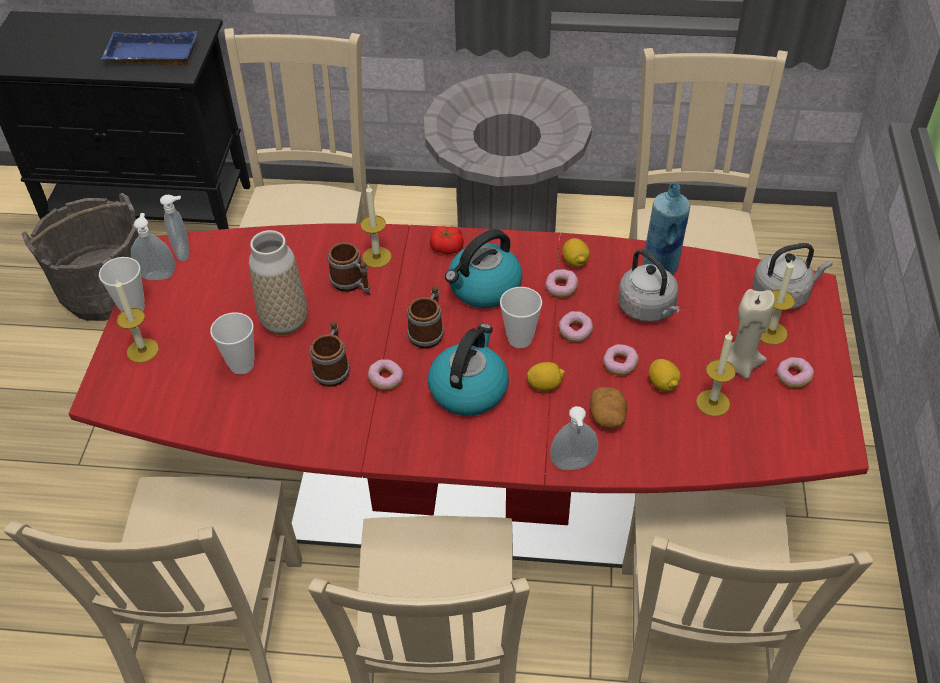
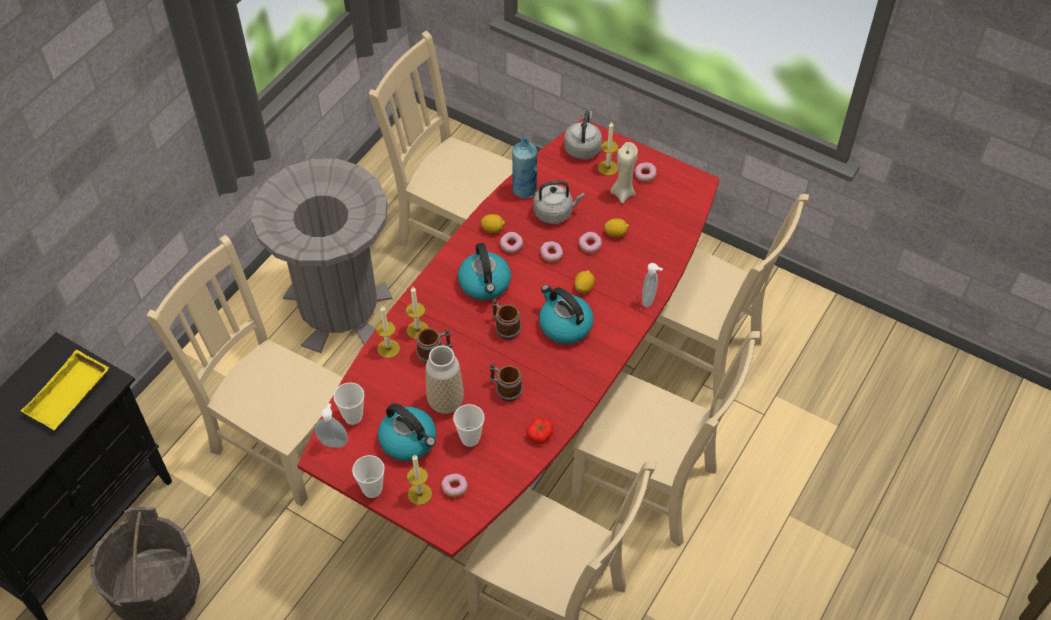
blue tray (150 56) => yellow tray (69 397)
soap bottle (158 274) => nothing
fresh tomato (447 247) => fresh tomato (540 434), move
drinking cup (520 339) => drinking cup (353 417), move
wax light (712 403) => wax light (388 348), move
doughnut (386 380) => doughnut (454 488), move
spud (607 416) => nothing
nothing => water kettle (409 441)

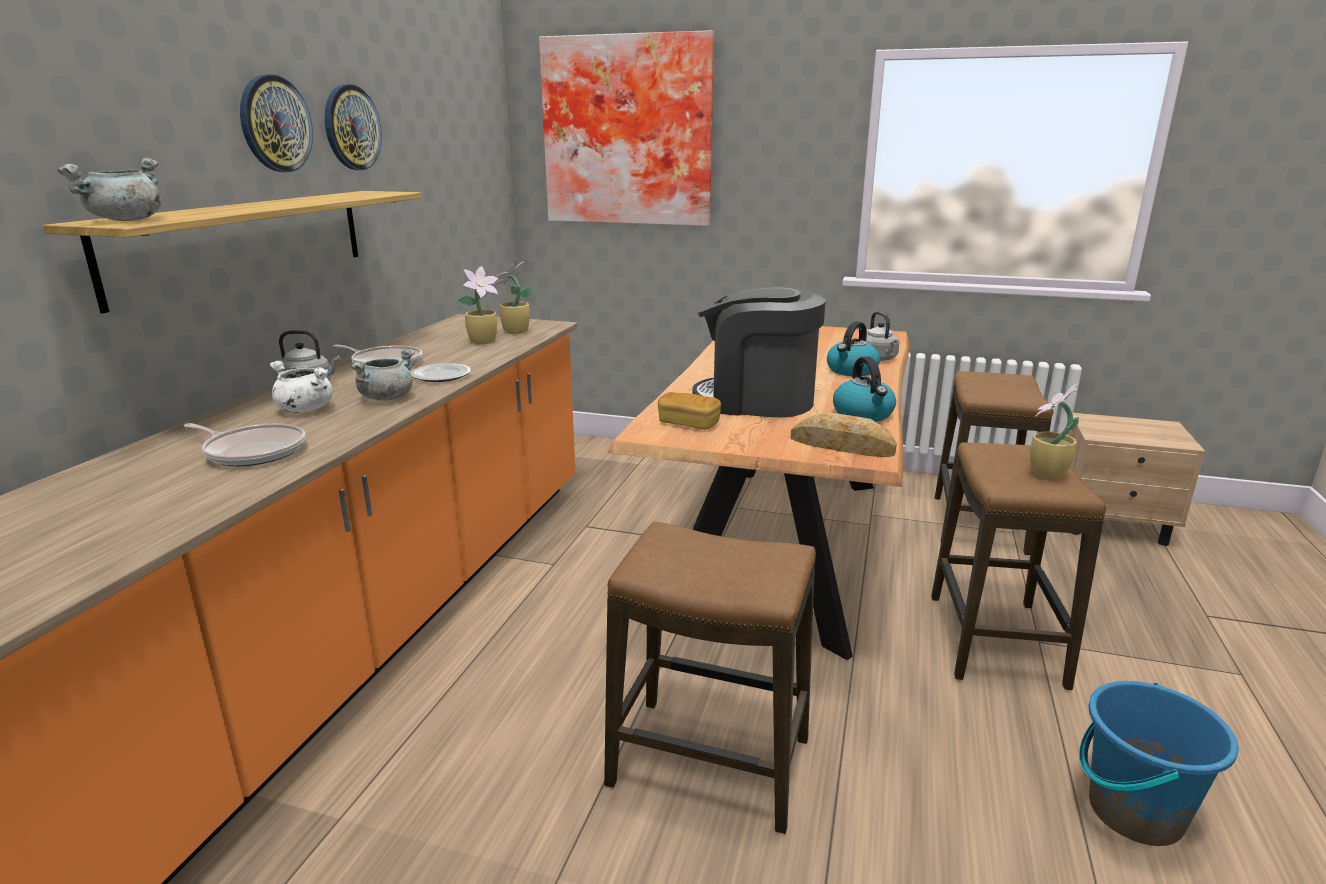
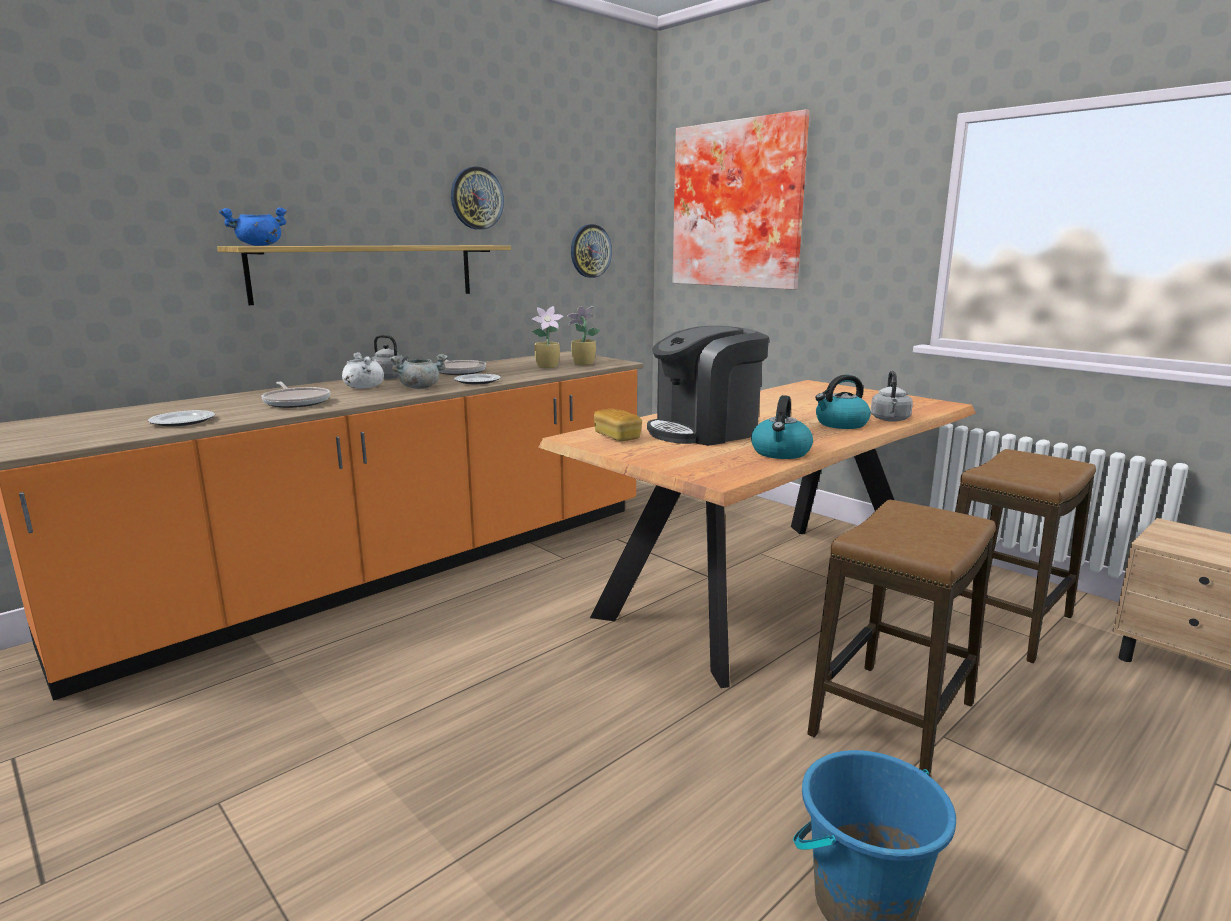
hanging clock (275 124) => hanging clock (590 251), move
greyish stockpot (126 220) => blue stockpot (259 245)
coffee maker (757 401) => coffee maker (705 431), 75 degrees counterclockwise
plant in a pot (1046 474) => nothing
baked bread (842 445) => nothing
stool (709 763) => nothing
nothing => plate (182 421)

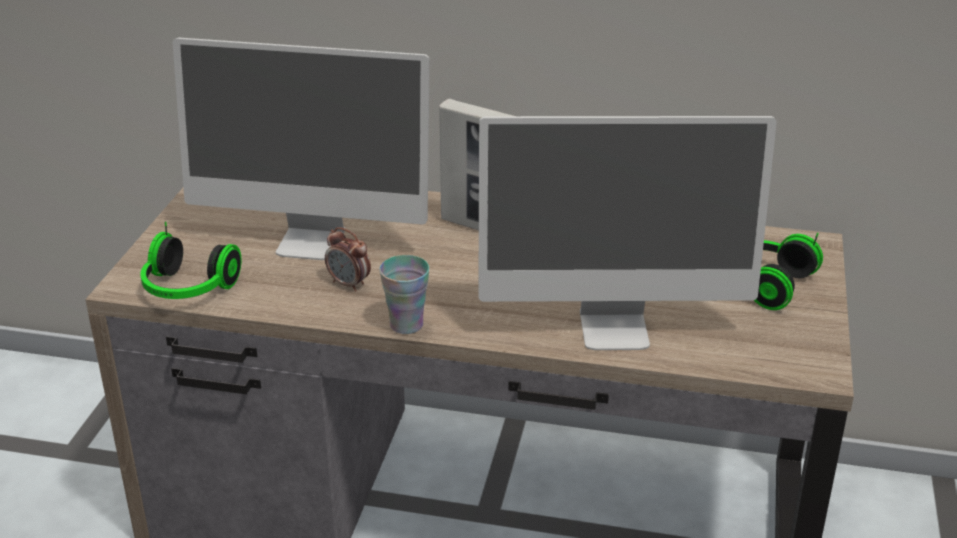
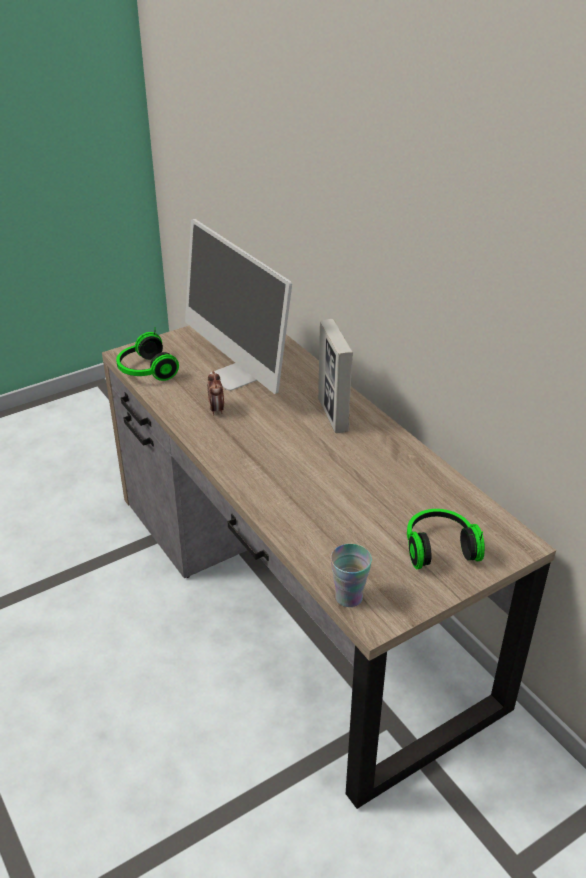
computer display (614 328) => nothing
drinking cup (406 325) => drinking cup (349 597), move

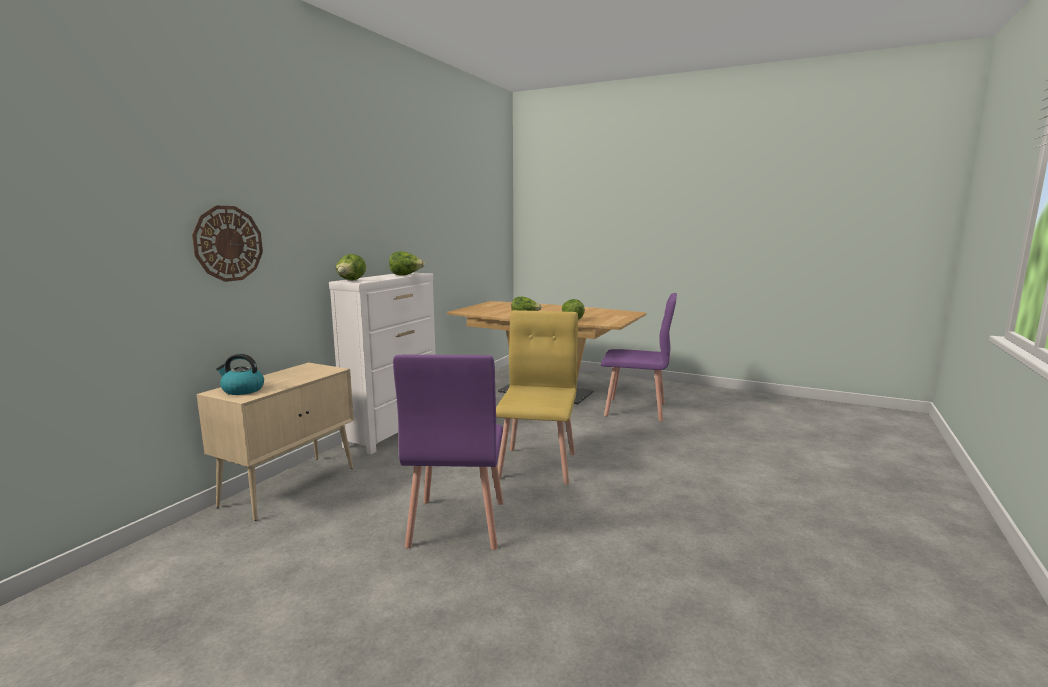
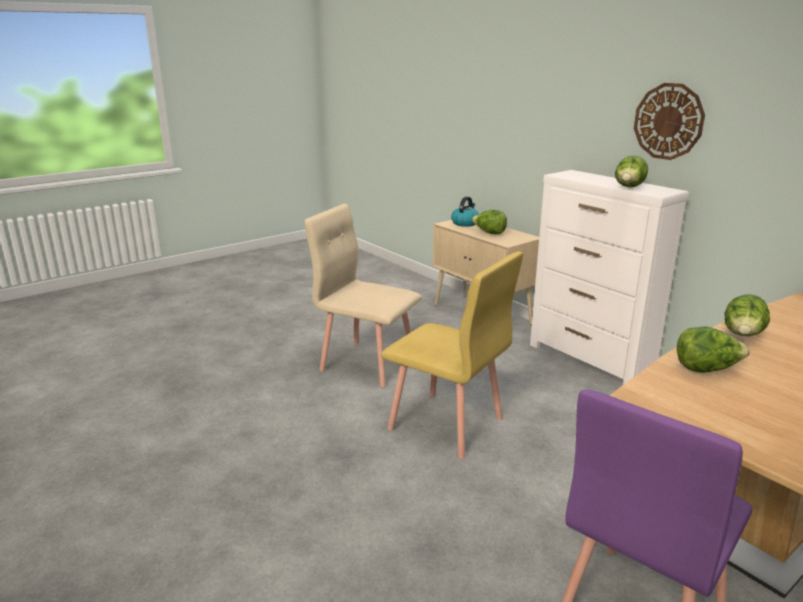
hanging clock (228 243) => hanging clock (668 121), move
lettuce (351 280) => lettuce (489 233), move
purple chair (456 524) => beige chair (367 362)

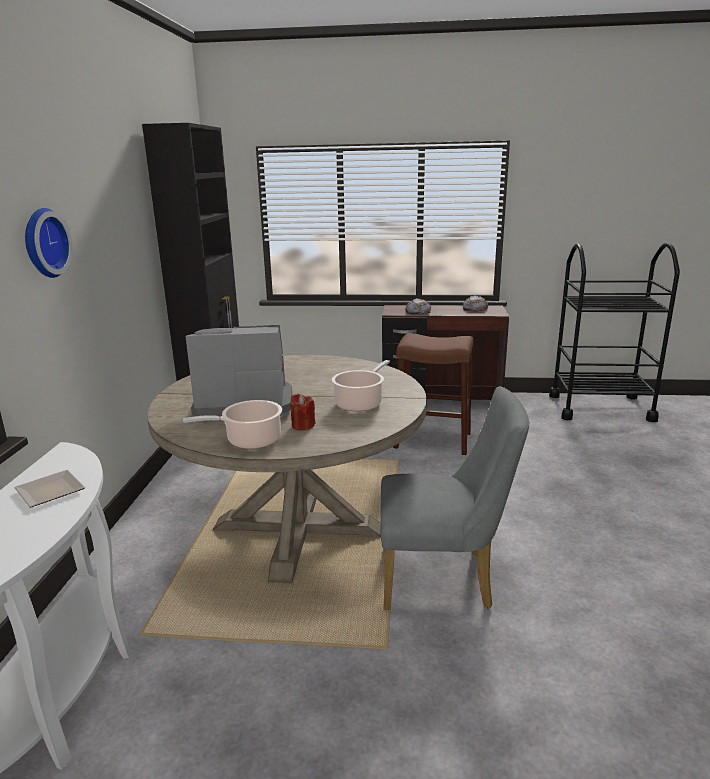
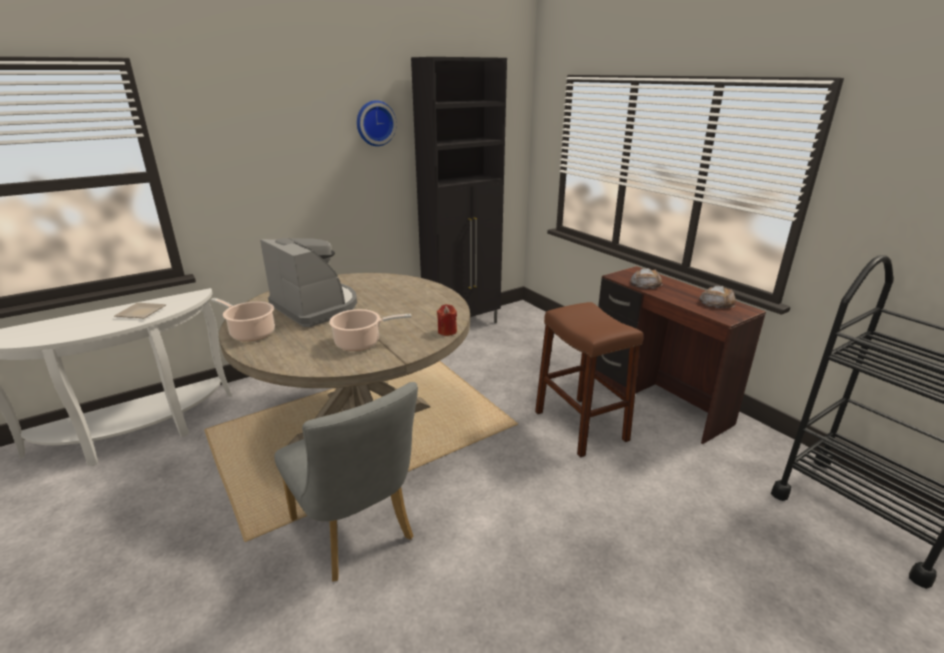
hanging clock (43 243) => hanging clock (375 123), move
red wax light (303 425) => red wax light (447 331), move

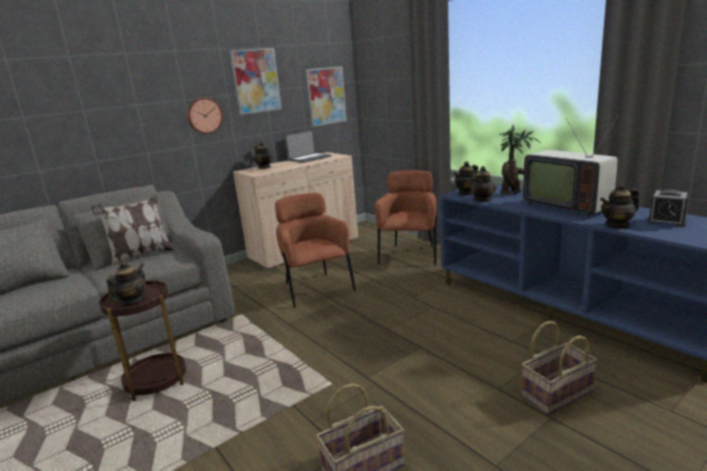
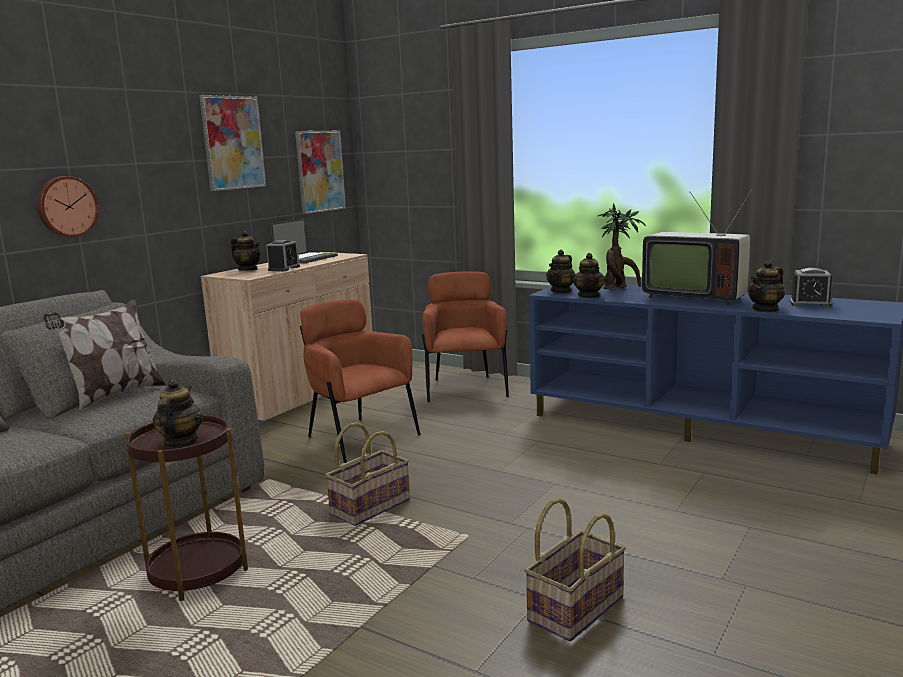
hanging clock (204 115) => hanging clock (66 206), move
household basket (556 393) => household basket (370 507), move
nothing => table clock (284 268)

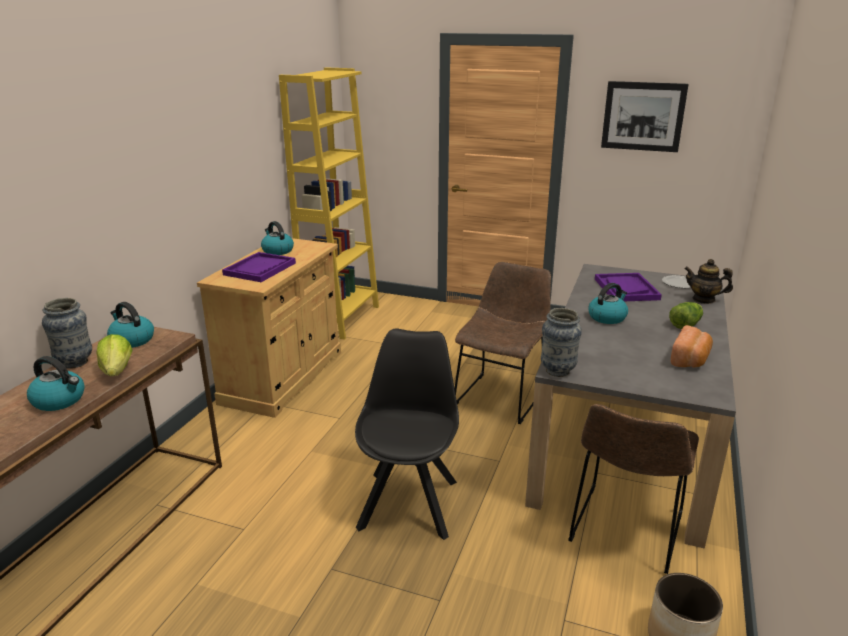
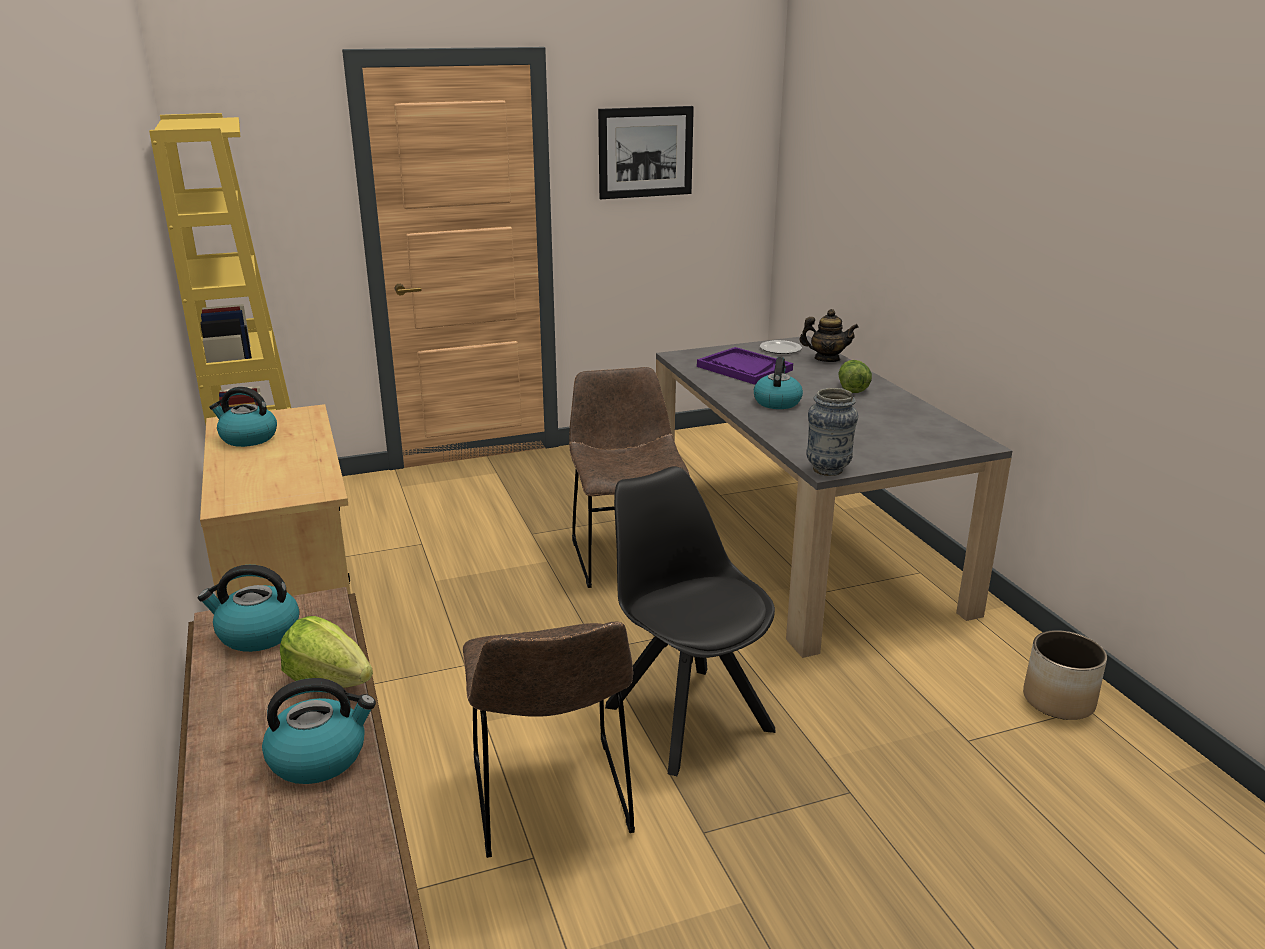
purple tray (260 269) => nothing
pot for tea (704 299) => pot for tea (826 359), 150 degrees counterclockwise
decorative vase (75 363) => nothing
baked bread (690 360) => nothing
brown-coloured chair (625 532) => brown-coloured chair (552 803), move

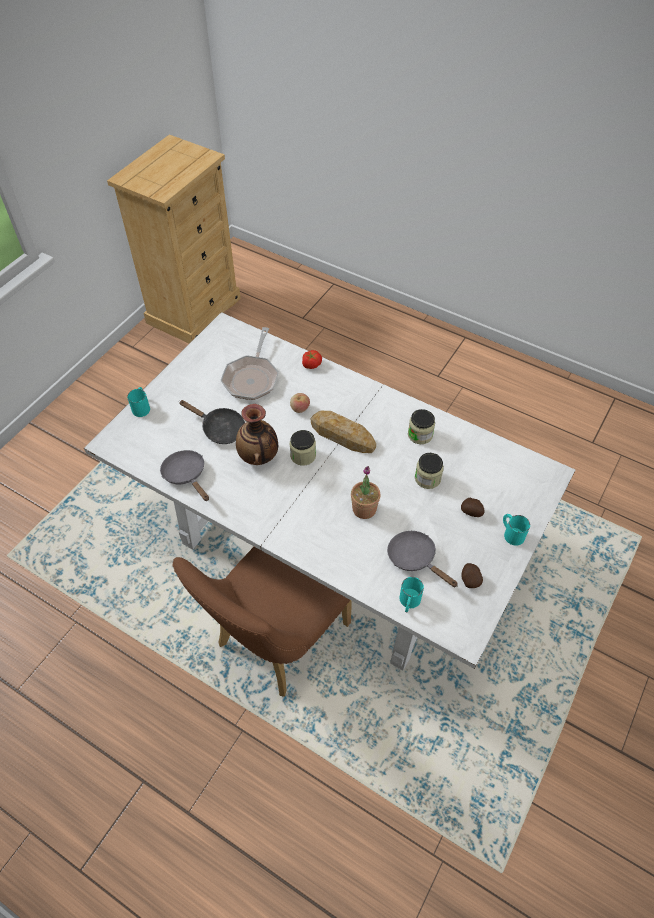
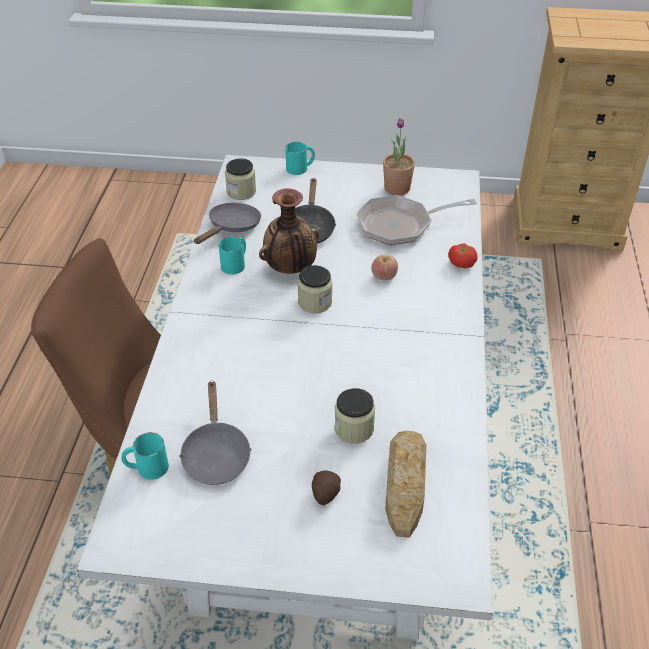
jar (420 435) => jar (241 192), move
baked bread (342 435) => baked bread (405 485), move
plant in a pot (364 509) => plant in a pot (397 188), move
turquoise mug (511 533) => turquoise mug (236 263), move
greyish skillet (415 558) => greyish skillet (216 454), 150 degrees clockwise
spud (469 579) => nothing

